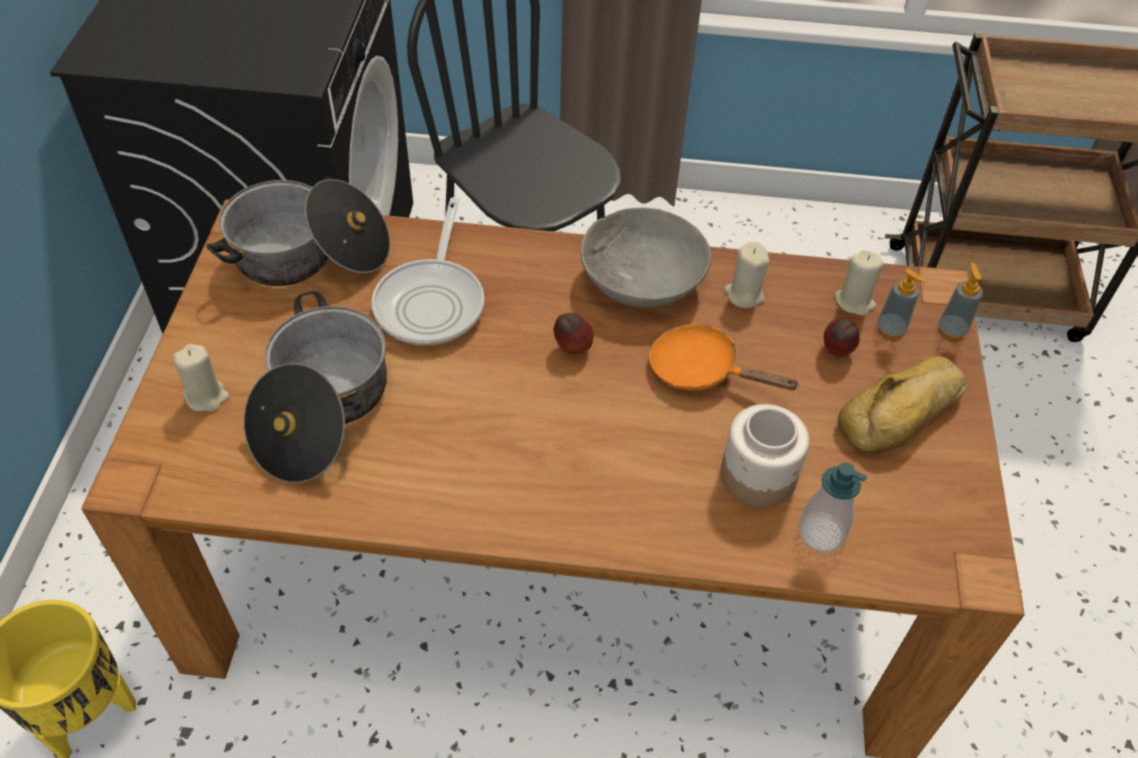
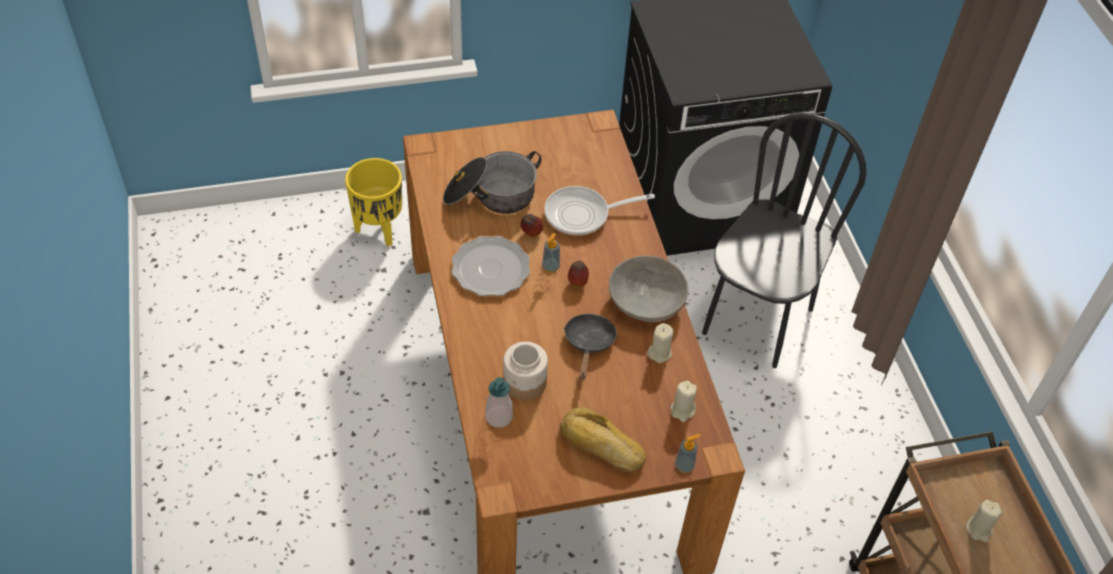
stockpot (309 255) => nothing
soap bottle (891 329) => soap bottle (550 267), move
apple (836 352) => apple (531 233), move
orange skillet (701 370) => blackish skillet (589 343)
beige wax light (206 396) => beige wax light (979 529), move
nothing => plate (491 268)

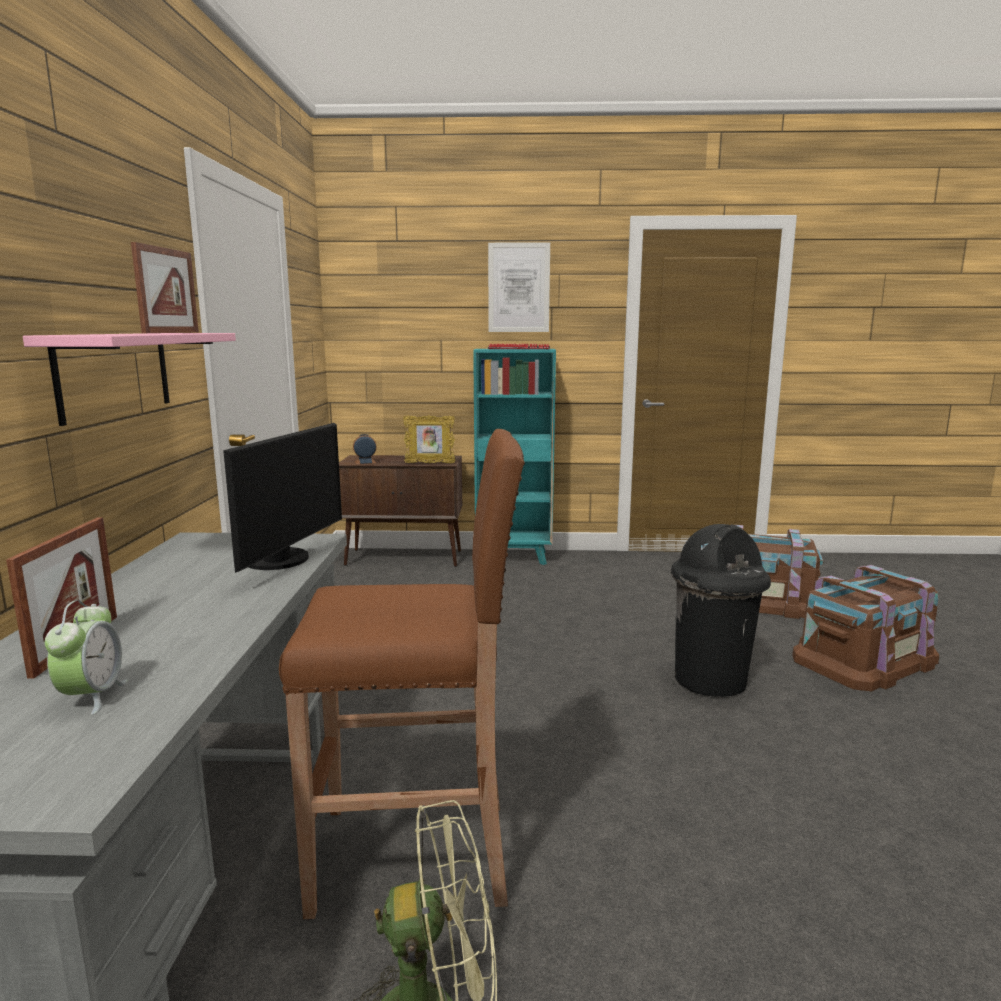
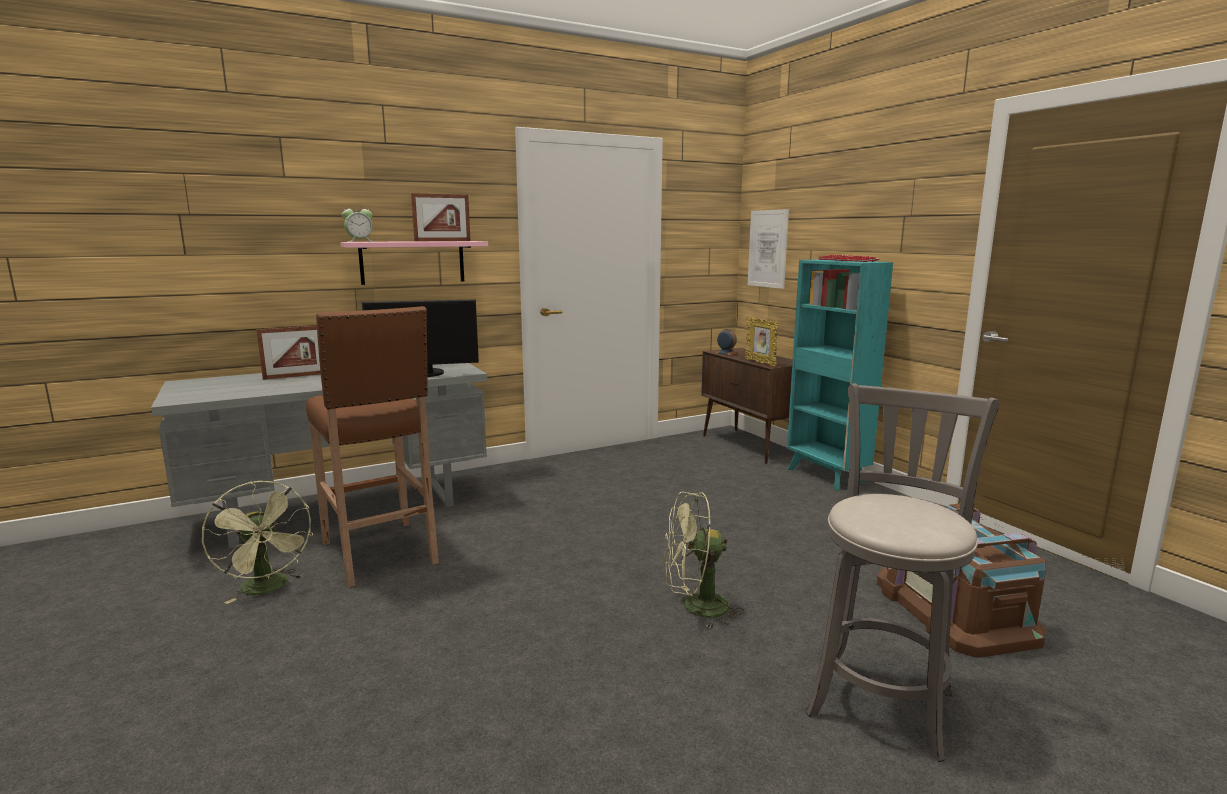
picture (518 288) => picture (767 248), move
blackish waste bin (711 680) => greenish fan (695 608)
brown-coloured storage box (863 659) => greyish stool (881 699)
table clock (92 696) => table clock (359 241), move

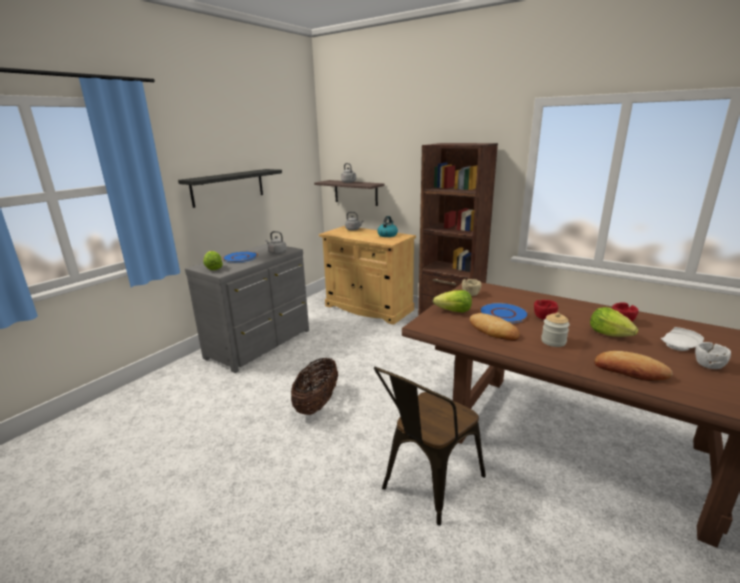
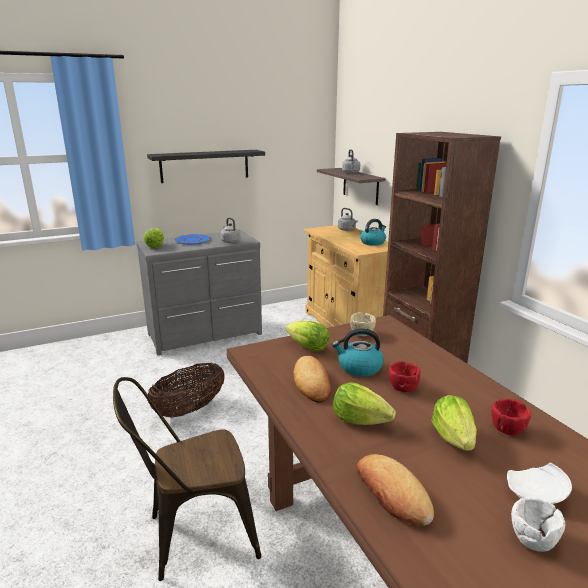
blue plate (503 314) => water kettle (359 367)
jar (553 341) => lettuce (359 420)

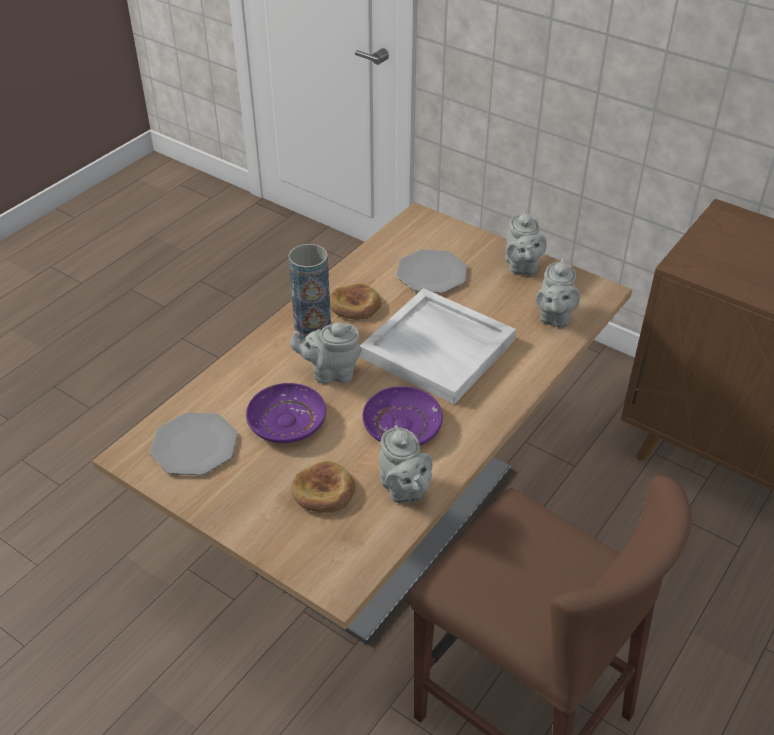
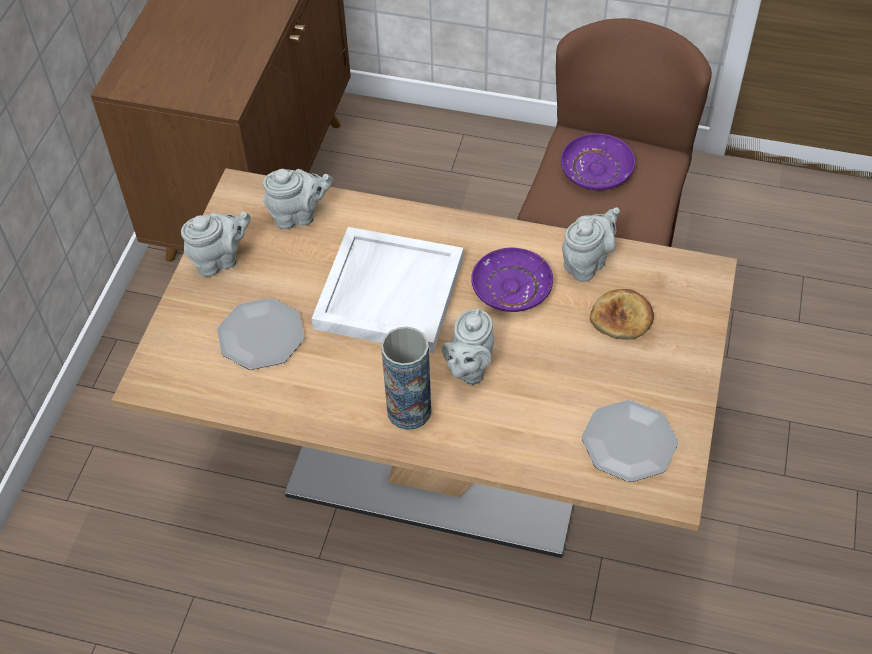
baked bread (355 305) => nothing
greyish pot for tea (331 373) => greyish pot for tea (469 368), 45 degrees clockwise
purple plate (287 422) => purple plate (597 170), move

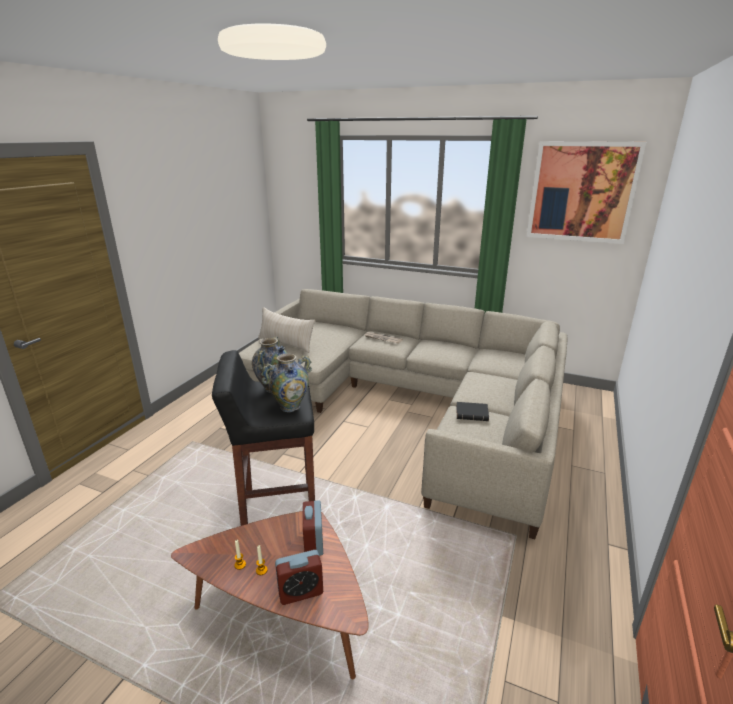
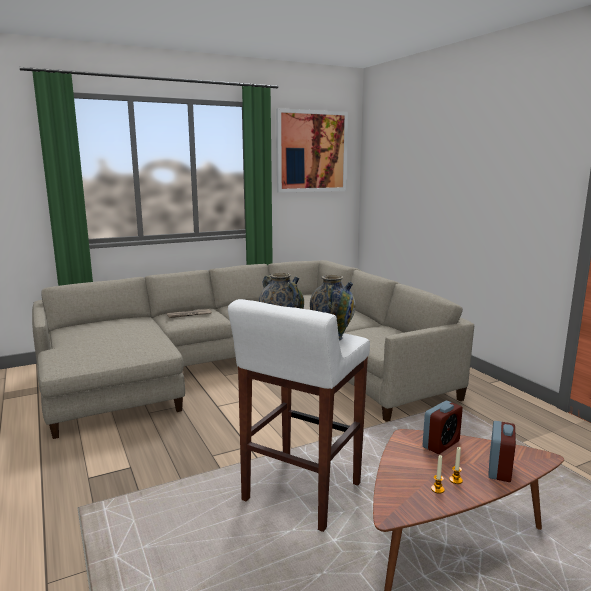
beige throw pillow (286 343) => nothing
blackish stool (277 512) => white stool (301 493)
blackish bound book (472 414) => nothing
table clock (313 542) => table clock (441 444), 75 degrees counterclockwise

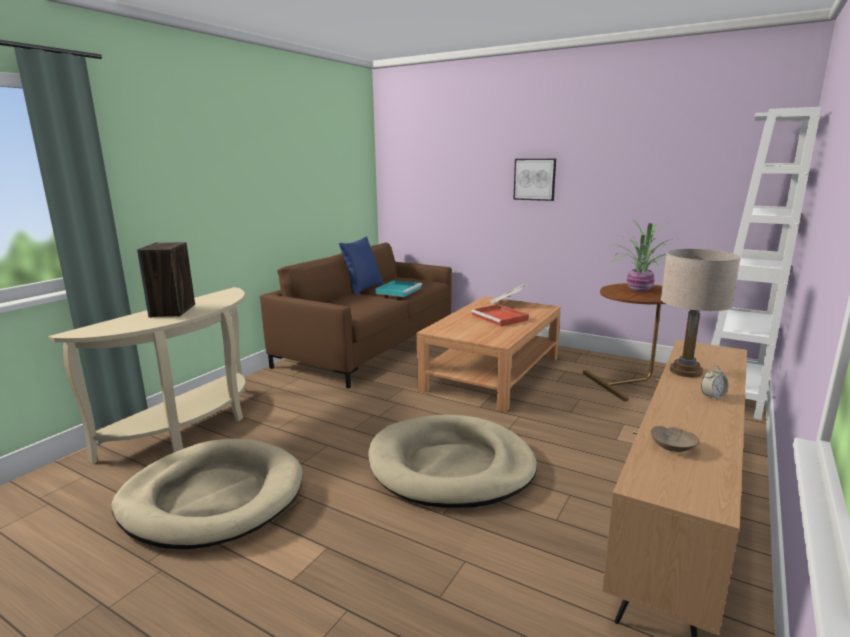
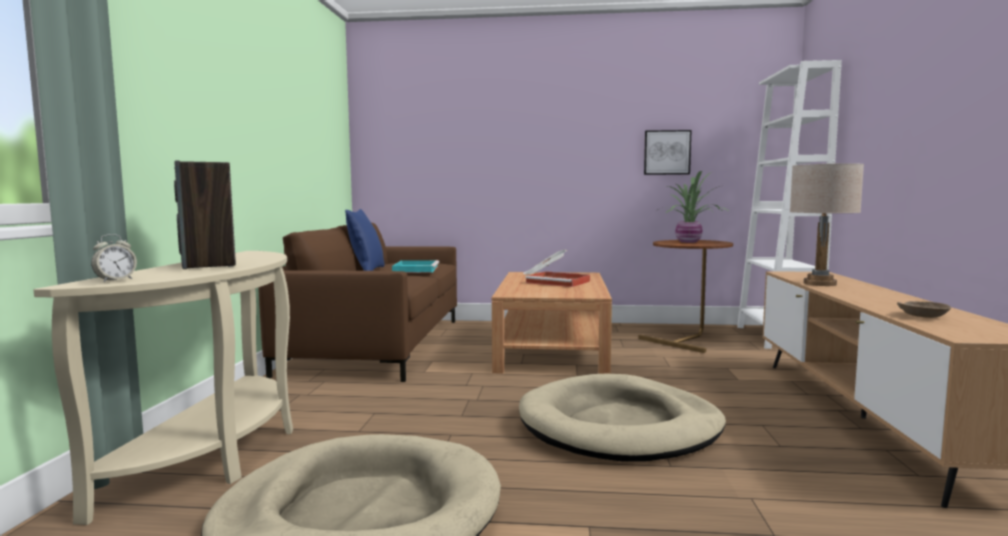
picture (534 179) => picture (667 152), move
table clock (712 397) => table clock (115 280), move

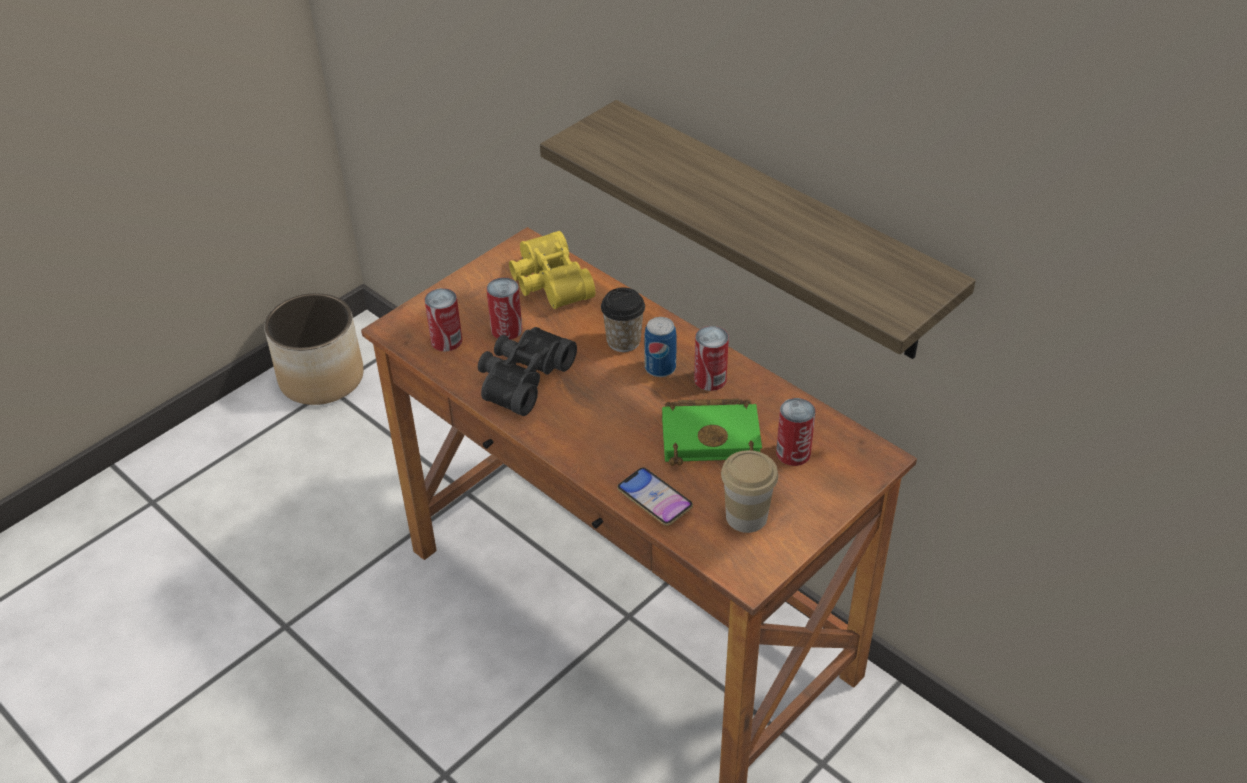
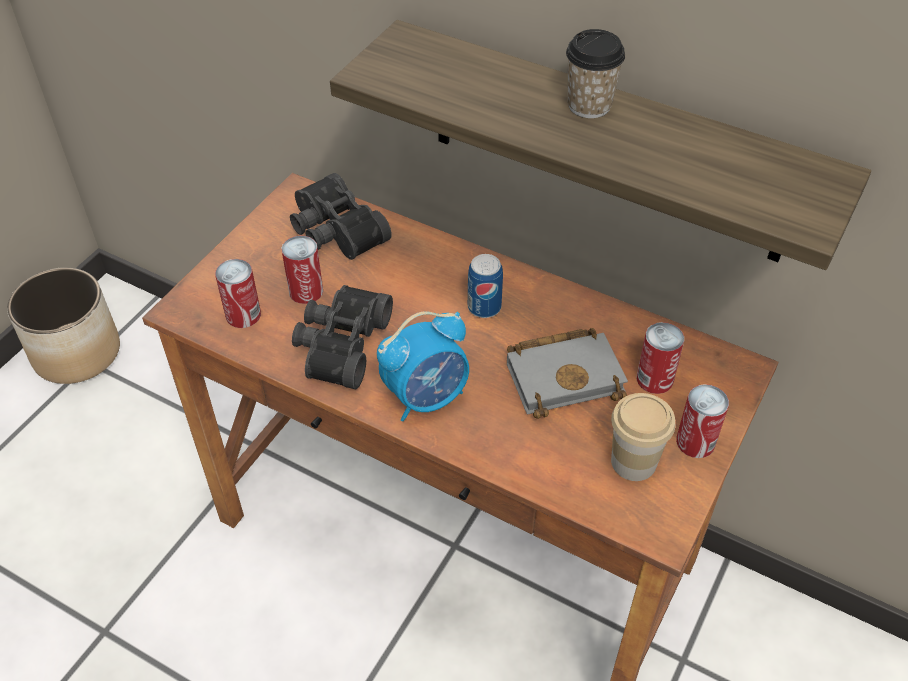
yellow binoculars (548 283) => blackish binoculars (334 232)
drinking cup (623 341) => drinking cup (589 105), move
sealed can (710 379) => sealed can (695 442), move
greenish bound book (713 436) => greyish bound book (566 375)
phone (654 500) => nothing
nothing => table clock (427 397)

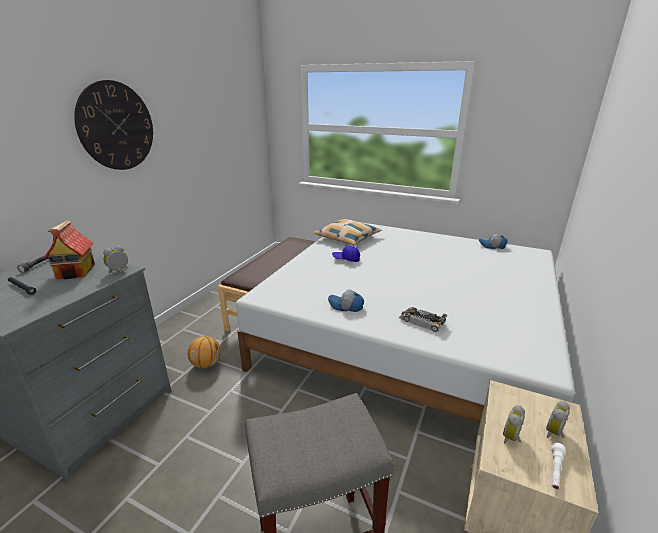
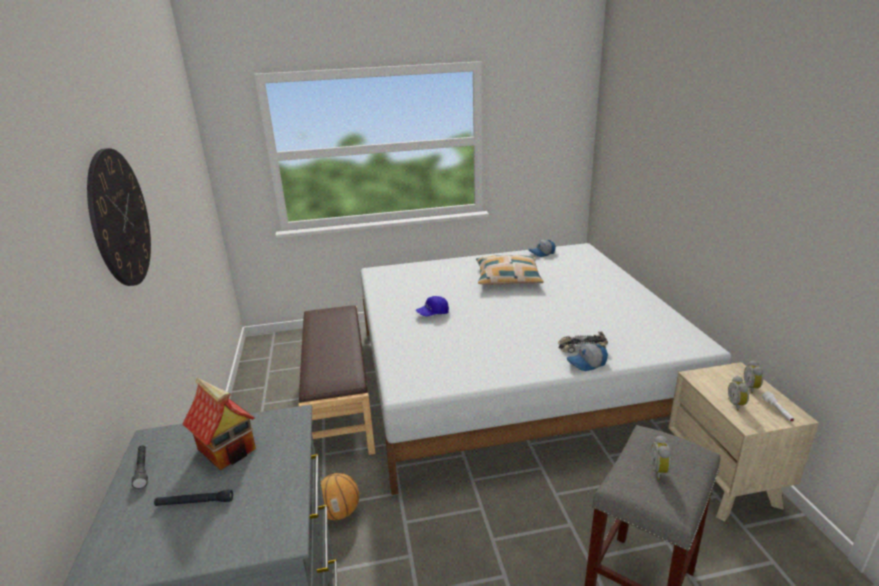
throw pillow (347 238) => throw pillow (508 278), move
table clock (119 271) => table clock (660 471), move
baseball cap (346 306) => baseball cap (587 363), move

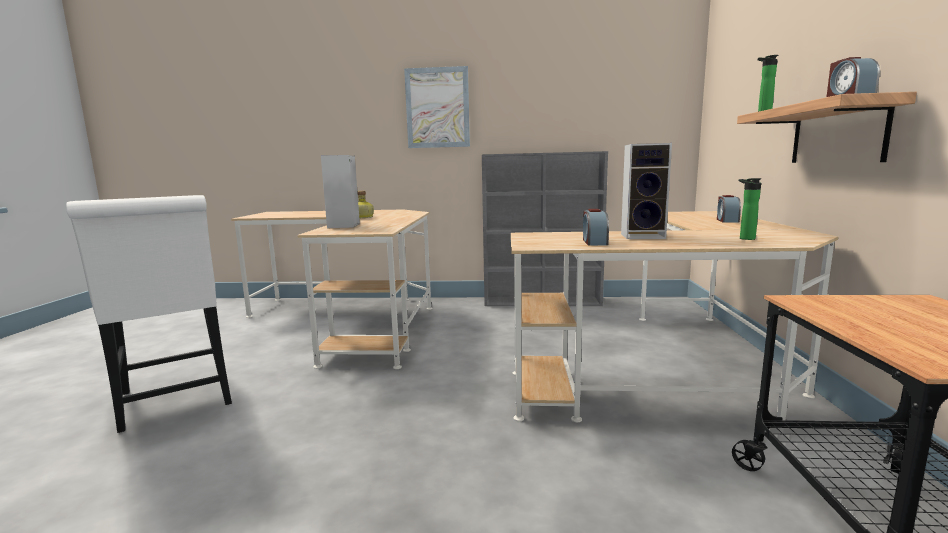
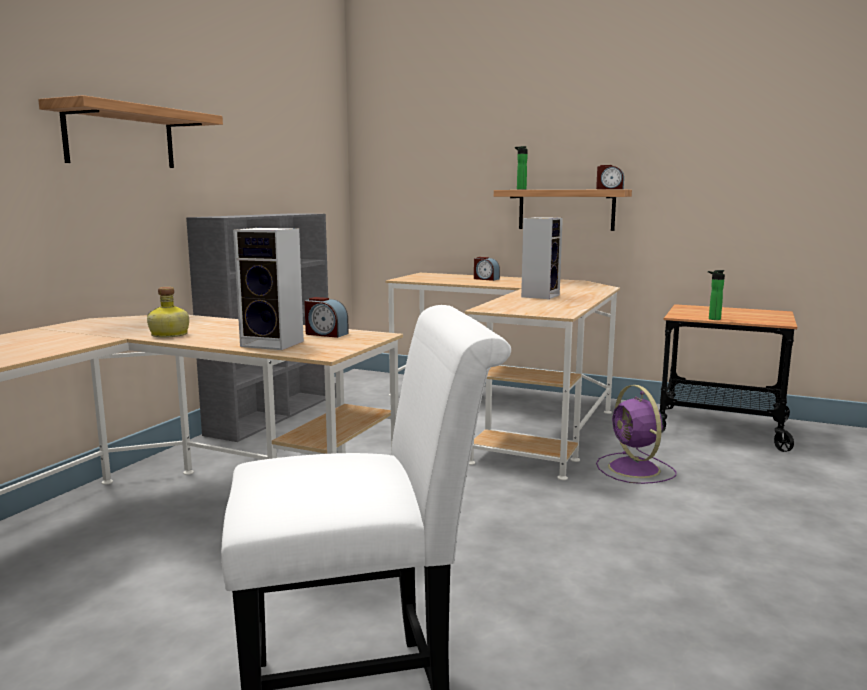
picture (437 108) => bracket shelf (120 137)
beverage bottle (745 238) => beverage bottle (712 319), move
table clock (594 242) => table clock (326 334), move
nothing => purple fan (635 469)

